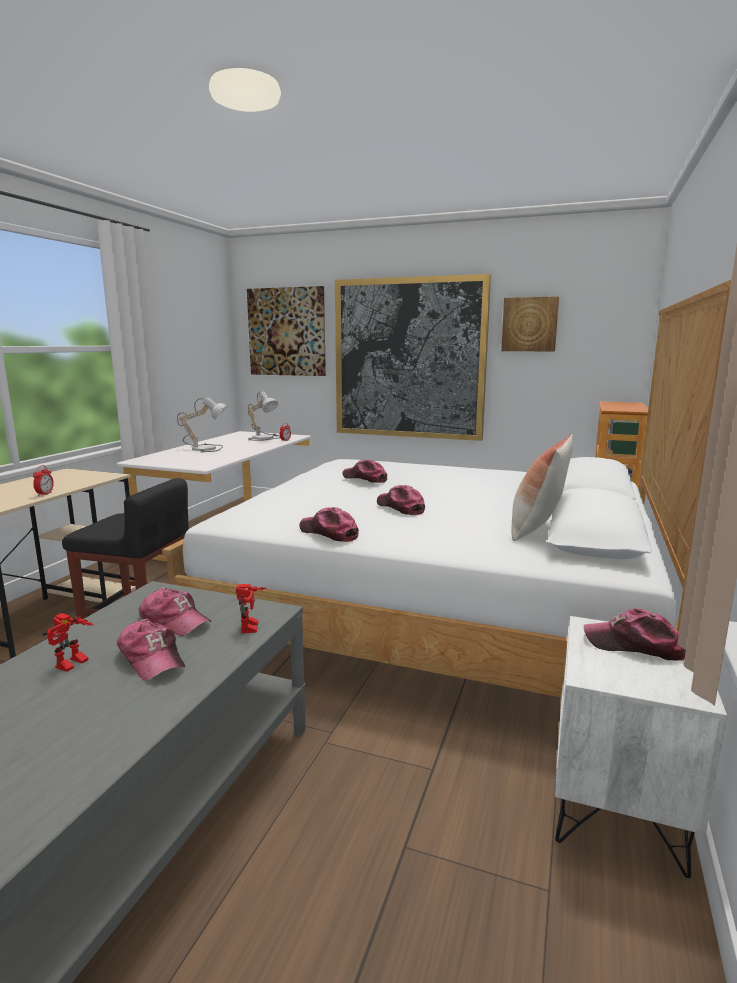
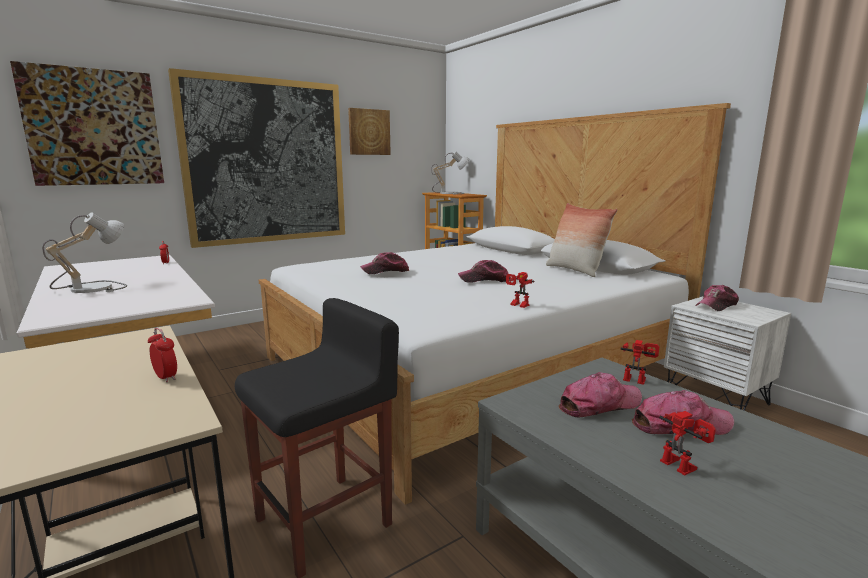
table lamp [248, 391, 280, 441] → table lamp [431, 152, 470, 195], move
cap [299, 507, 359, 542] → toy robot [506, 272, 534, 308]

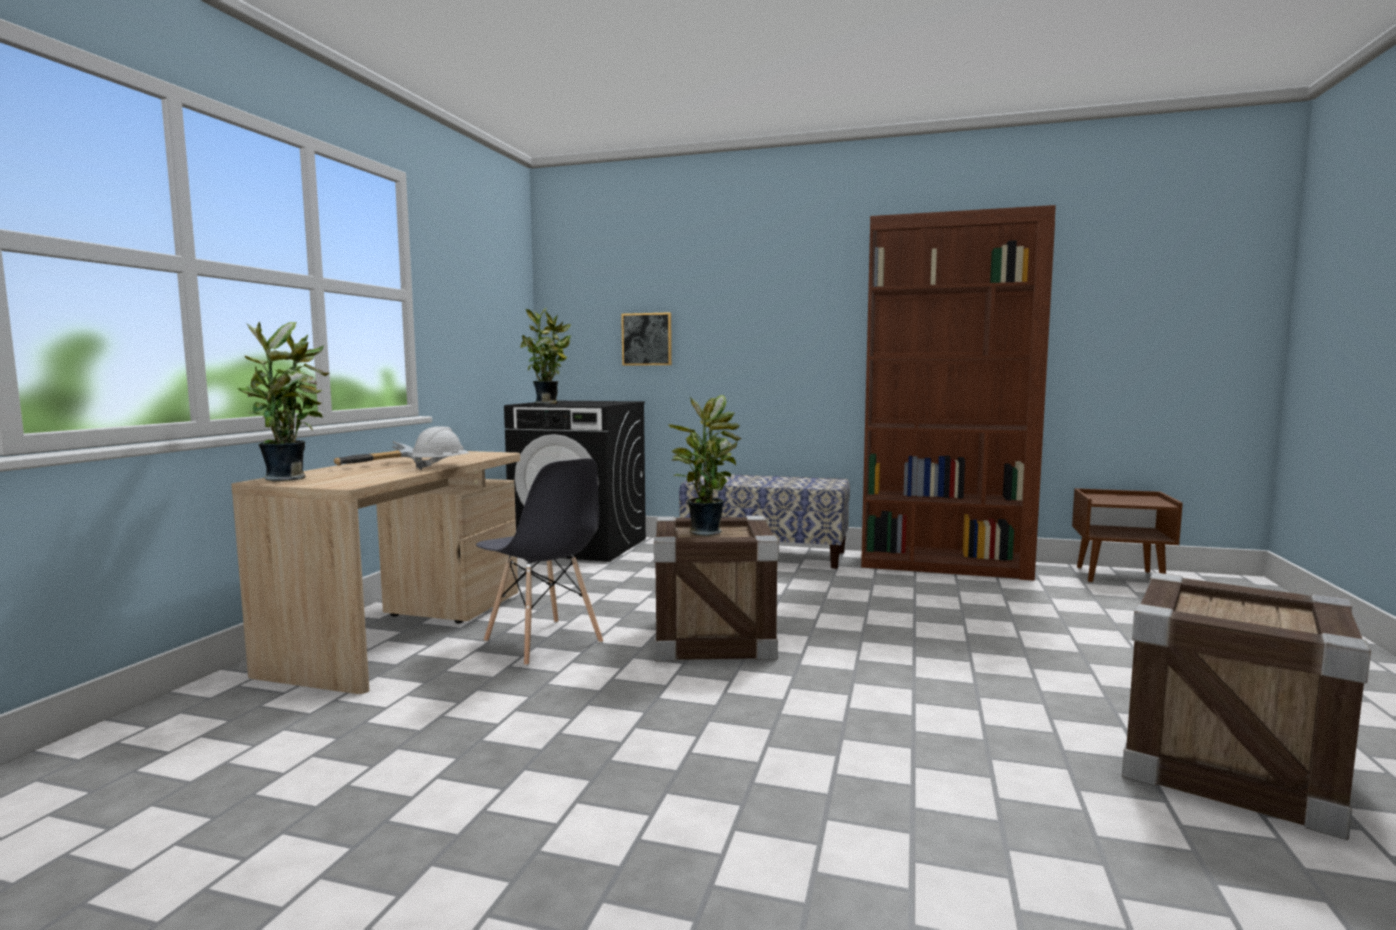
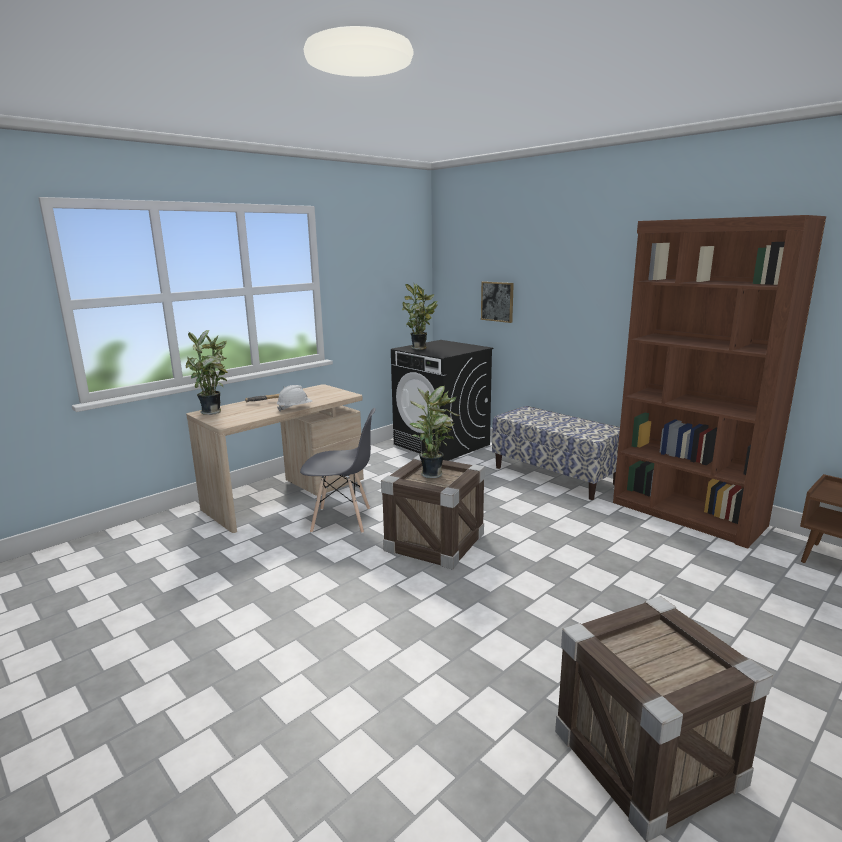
chair in grey [476, 458, 603, 666] → chair in grey [300, 408, 375, 533], 75 degrees counterclockwise

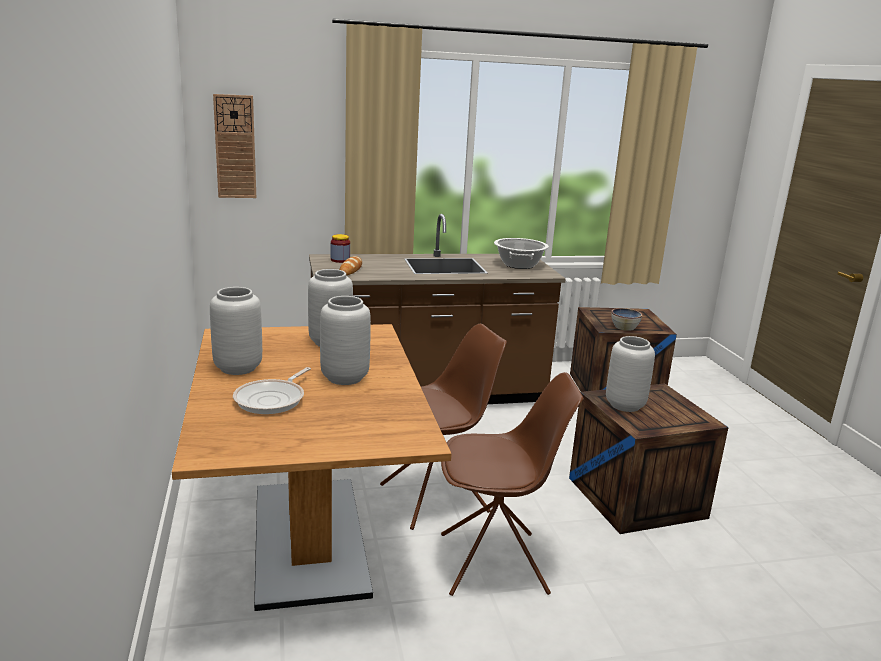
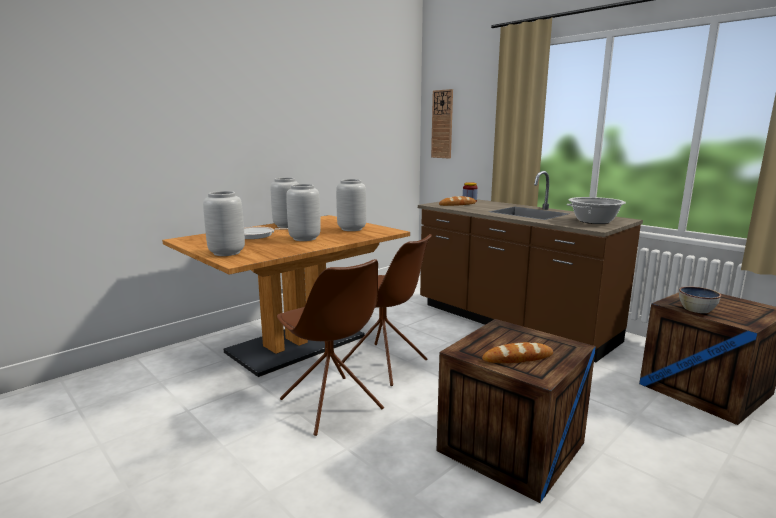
vase in grey [606, 336, 655, 412] → vase in grey [203, 191, 245, 256], move
- → bread [482, 342, 553, 363]

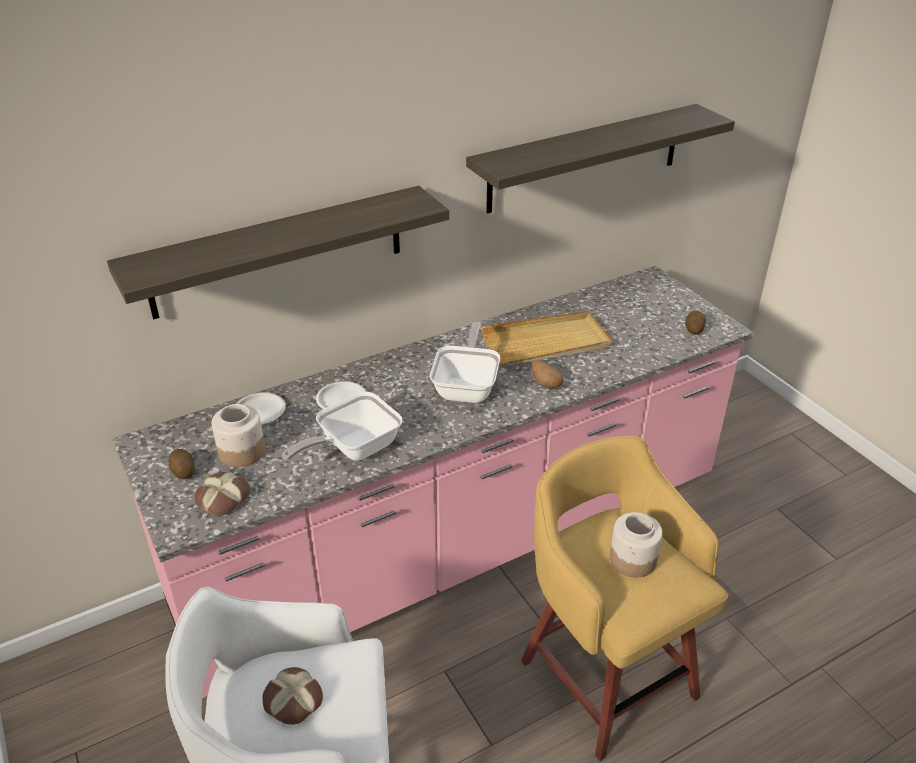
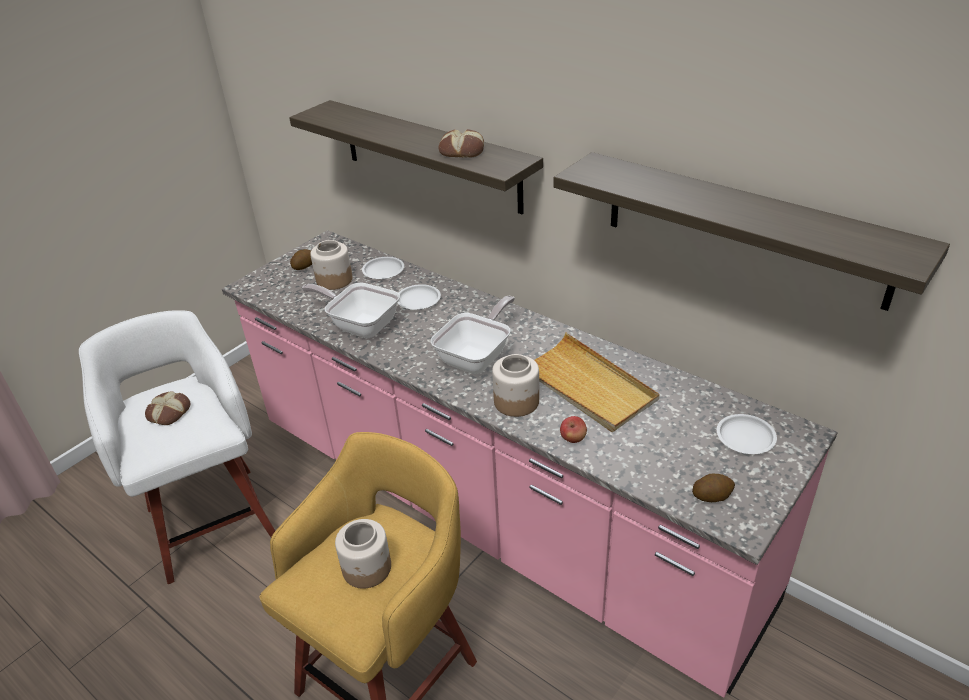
frying pan [430, 322, 500, 403] → frying pan [431, 296, 515, 374], 45 degrees counterclockwise
potato [531, 360, 564, 388] → jar [492, 354, 539, 417]
bread [195, 472, 250, 516] → bread [438, 129, 484, 158], move
- → plate in white [717, 414, 777, 454]
- → apple [560, 416, 587, 443]

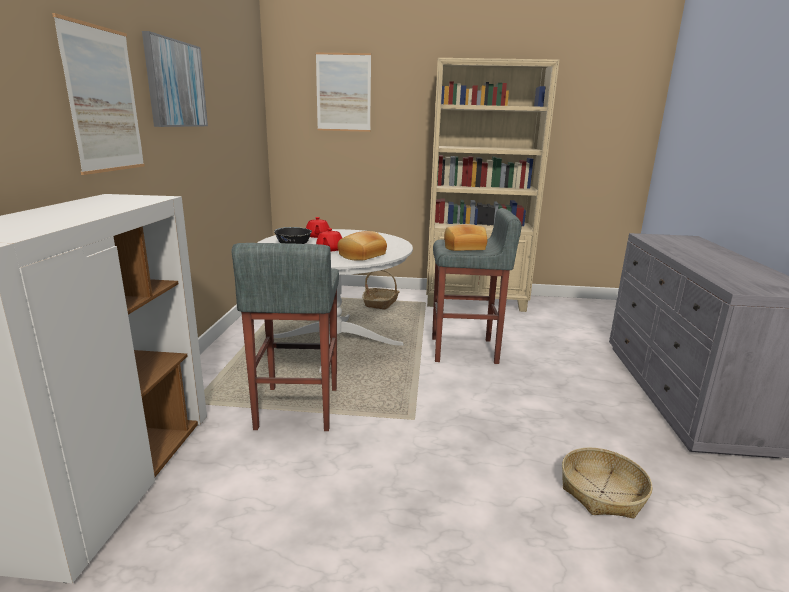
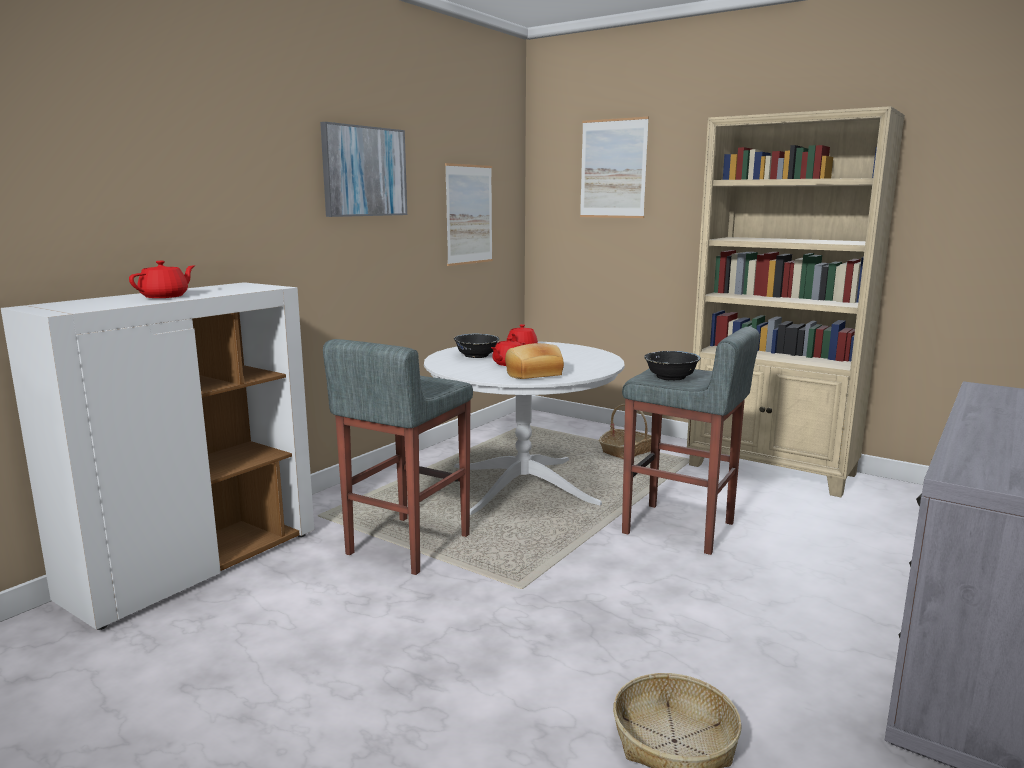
picture [52, 13, 145, 175] → picture [445, 163, 493, 266], move
bread [444, 224, 487, 251] → bowl in black [644, 351, 701, 380]
- → teapot in red [129, 261, 195, 298]

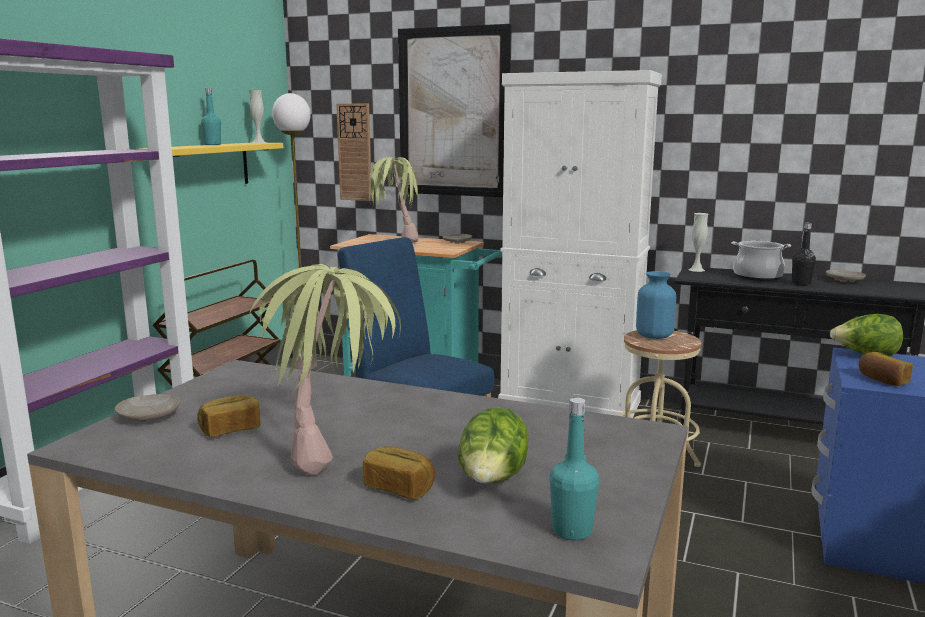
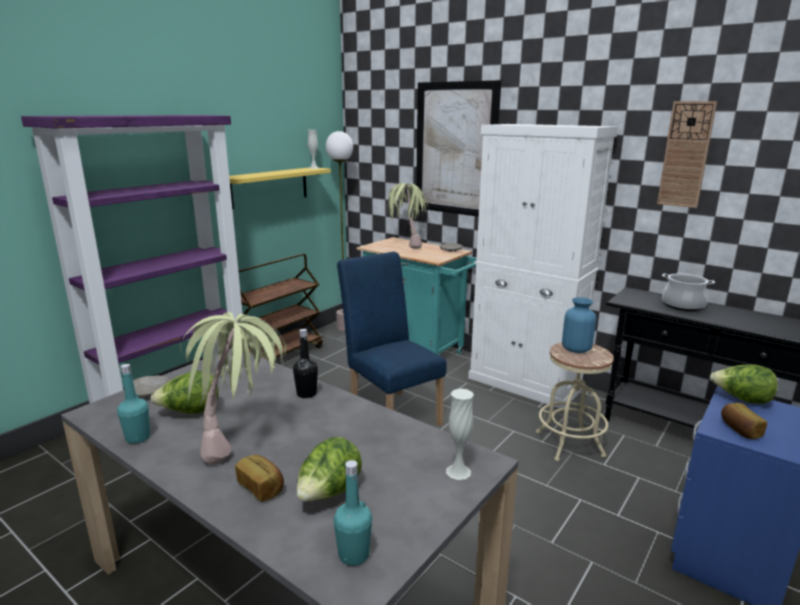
bottle in turquoise [201, 88, 221, 145] → bottle in turquoise [117, 364, 150, 444], move
wall clock [336, 104, 372, 201] → wall clock [657, 101, 717, 208], move
vase in white [689, 213, 708, 272] → vase in white [446, 389, 474, 480], move
bottle in black [792, 223, 816, 286] → bottle in black [293, 329, 318, 398], move
plate in beige [826, 270, 866, 282] → -
bread [198, 395, 260, 437] → lettuce [151, 371, 219, 414]

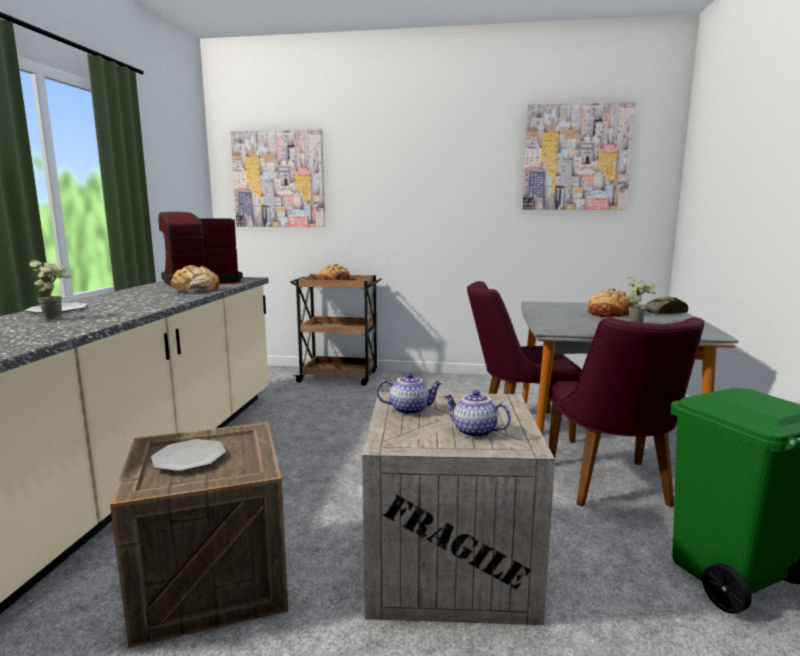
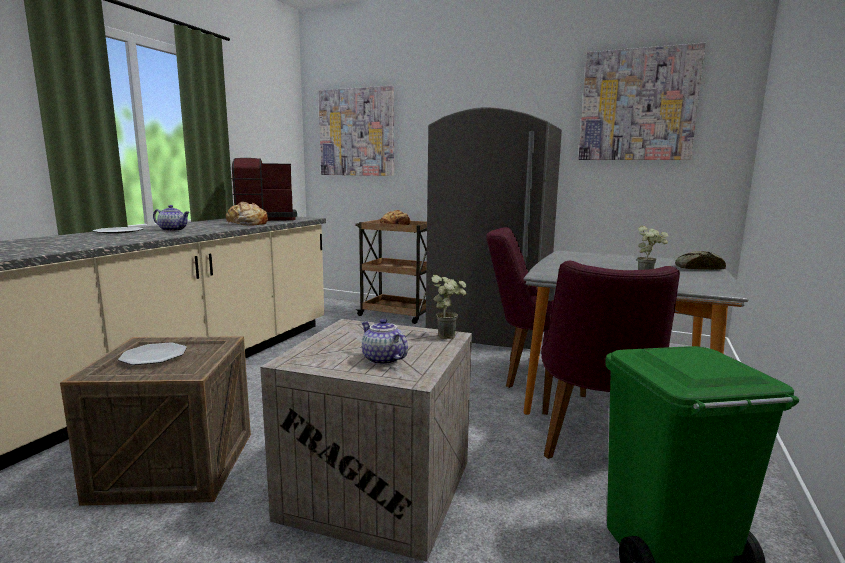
potted plant [30, 260, 70, 320] → potted plant [432, 275, 467, 339], move
bread [588, 288, 635, 318] → -
teapot [377, 373, 443, 415] → teapot [153, 205, 190, 232], move
- → fridge in grey [426, 107, 562, 349]

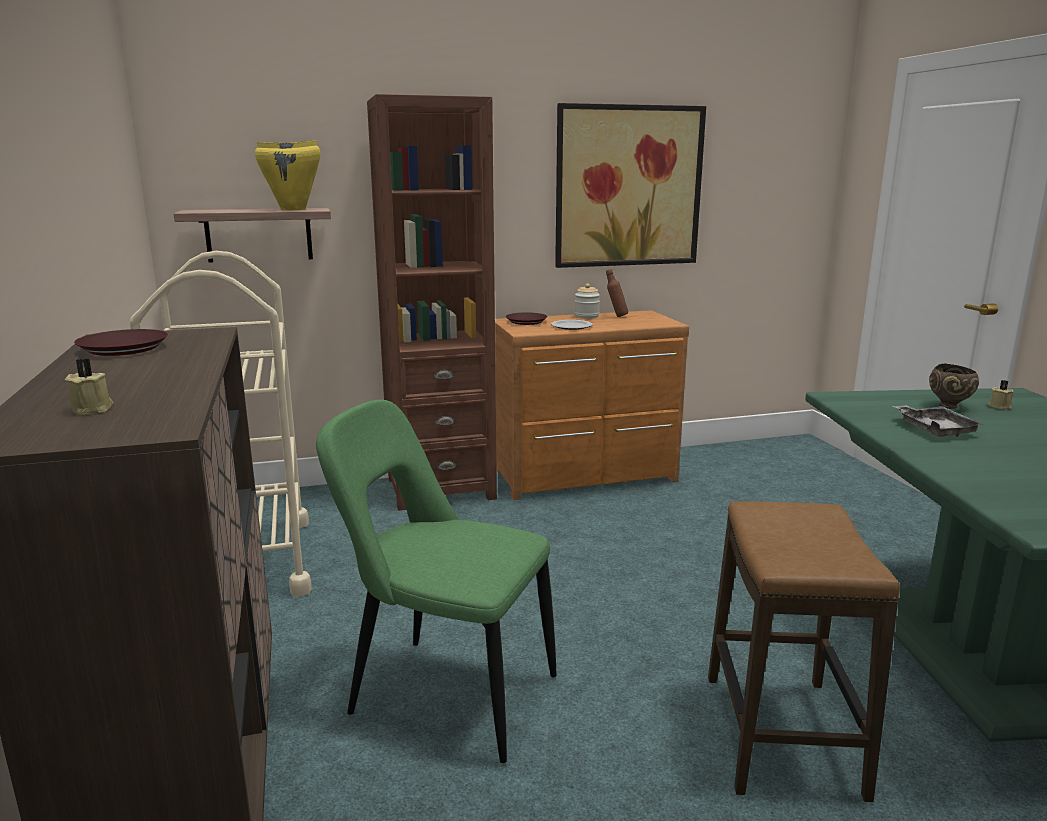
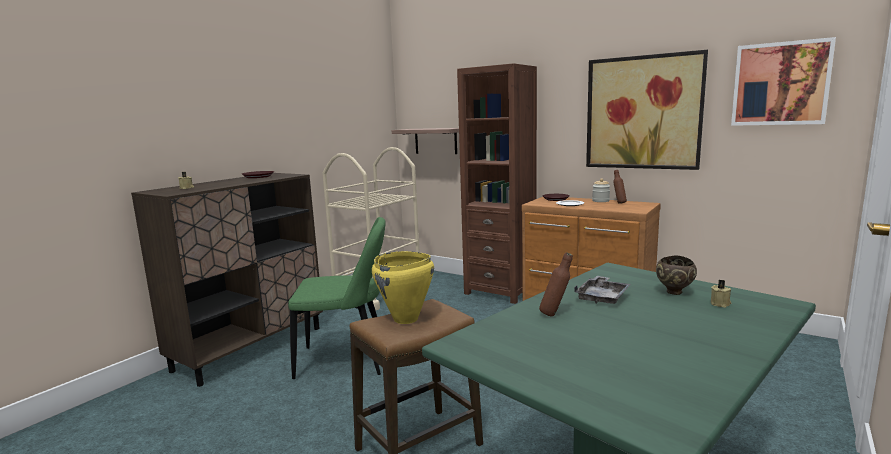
cooking pot in yellow [255, 140, 321, 210] → cooking pot in yellow [372, 251, 434, 324], move
chair in green [316, 400, 557, 763] → chair in green [288, 217, 386, 379], 105 degrees clockwise
- → picture [731, 37, 836, 126]
- → bottle in brown [539, 252, 573, 316]

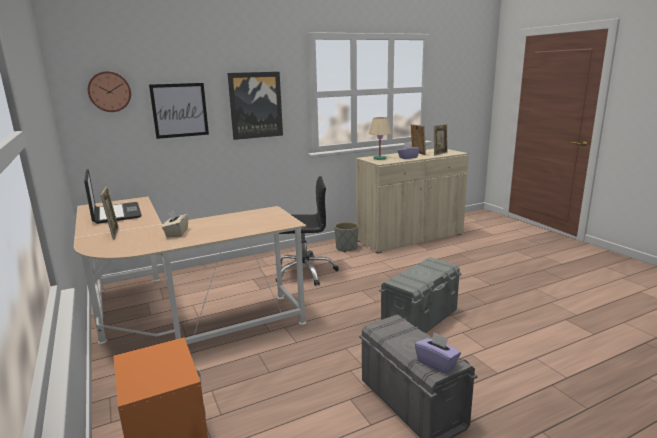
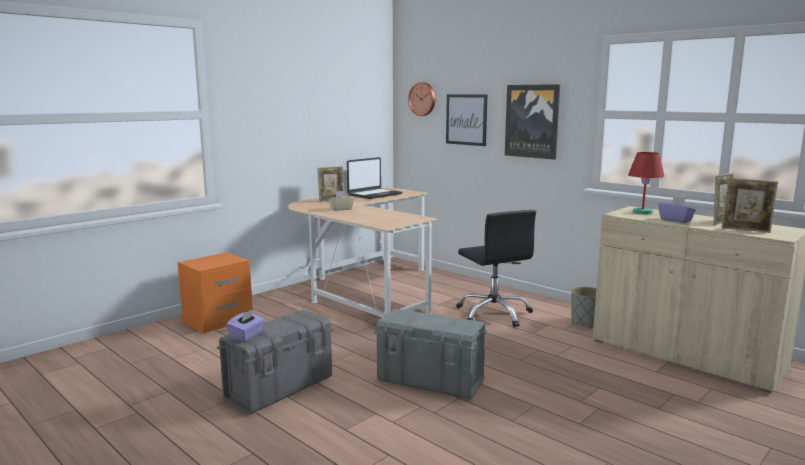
table lamp in beige [369, 117, 392, 160] → table lamp in red [628, 152, 665, 214]

